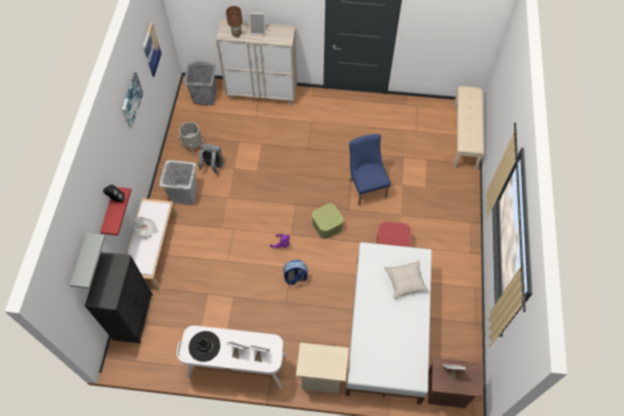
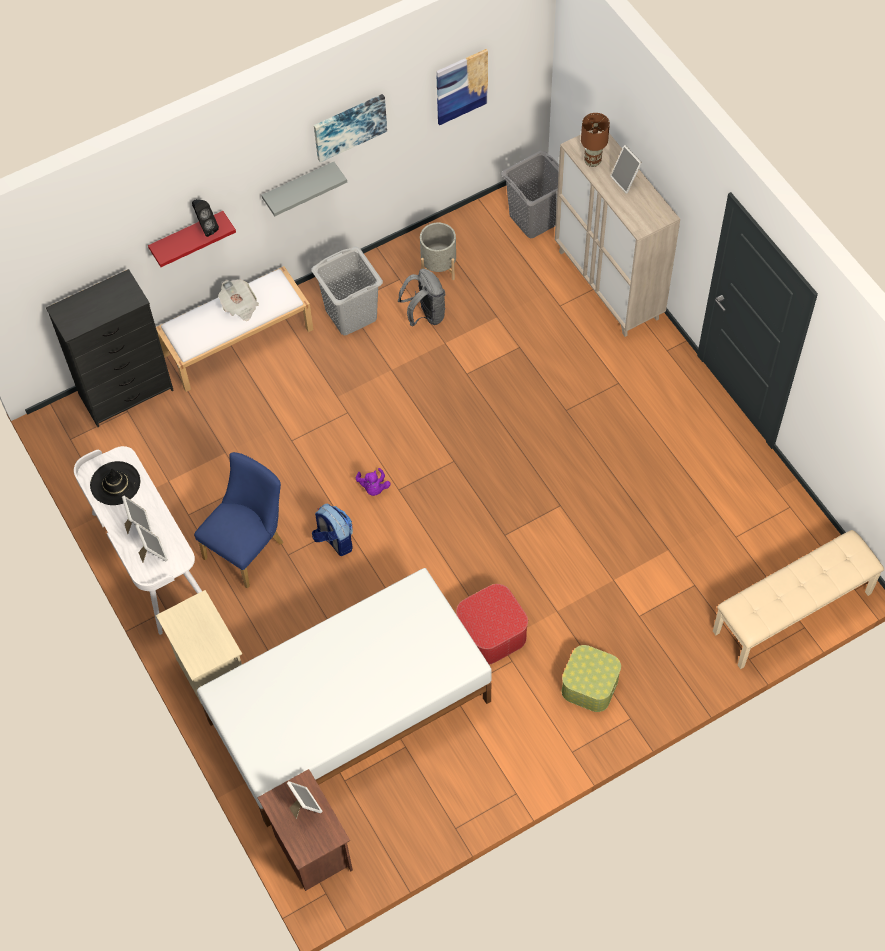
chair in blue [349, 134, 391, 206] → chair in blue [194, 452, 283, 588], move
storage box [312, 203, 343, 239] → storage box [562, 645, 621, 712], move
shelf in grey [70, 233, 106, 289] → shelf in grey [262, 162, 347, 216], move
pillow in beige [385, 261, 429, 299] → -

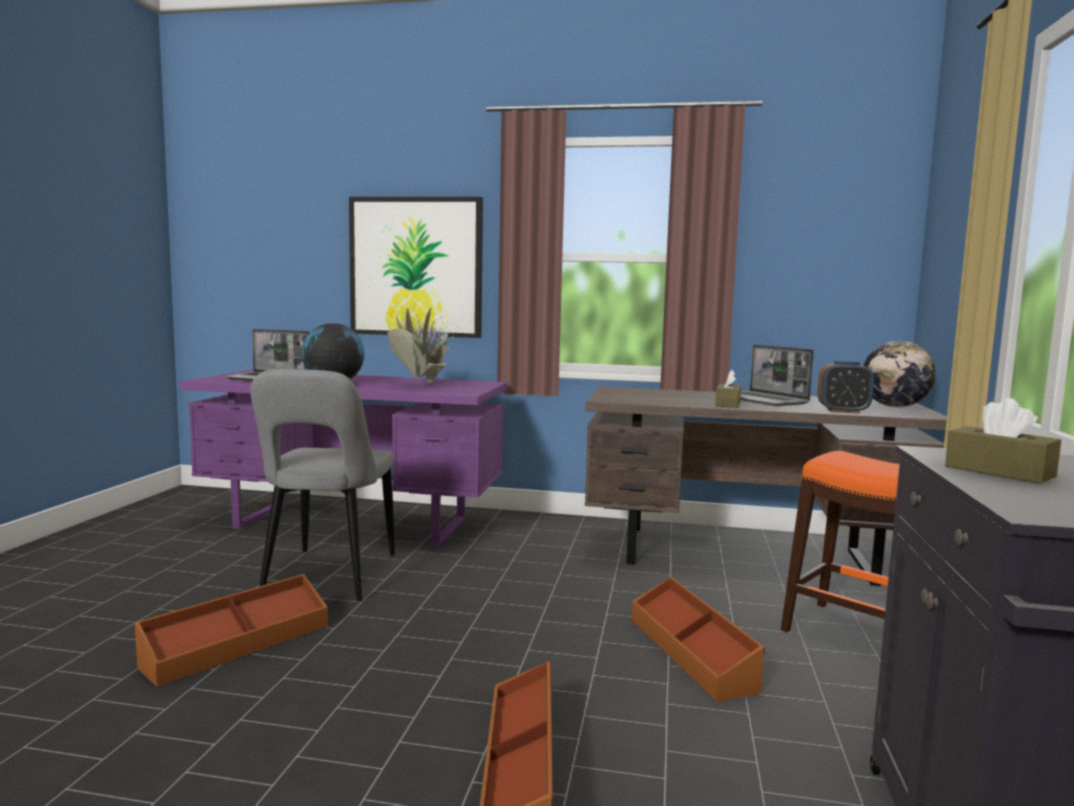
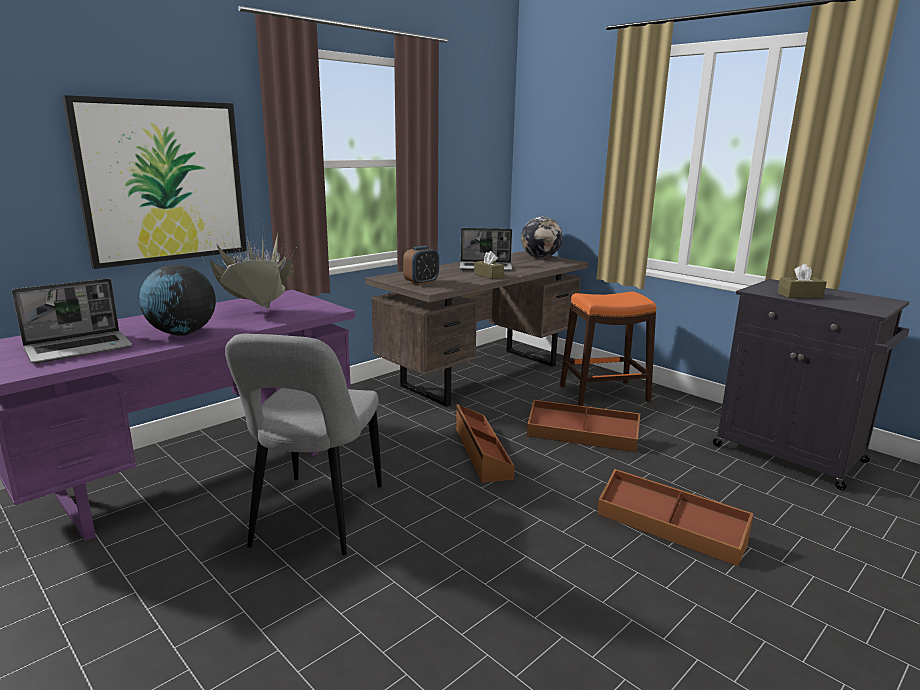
alarm clock [817, 361, 874, 413] → alarm clock [403, 246, 439, 285], move
chair in grey [251, 369, 395, 601] → chair in grey [225, 334, 382, 556], 60 degrees clockwise
storage box in brown [135, 574, 328, 687] → storage box in brown [456, 404, 514, 483], move

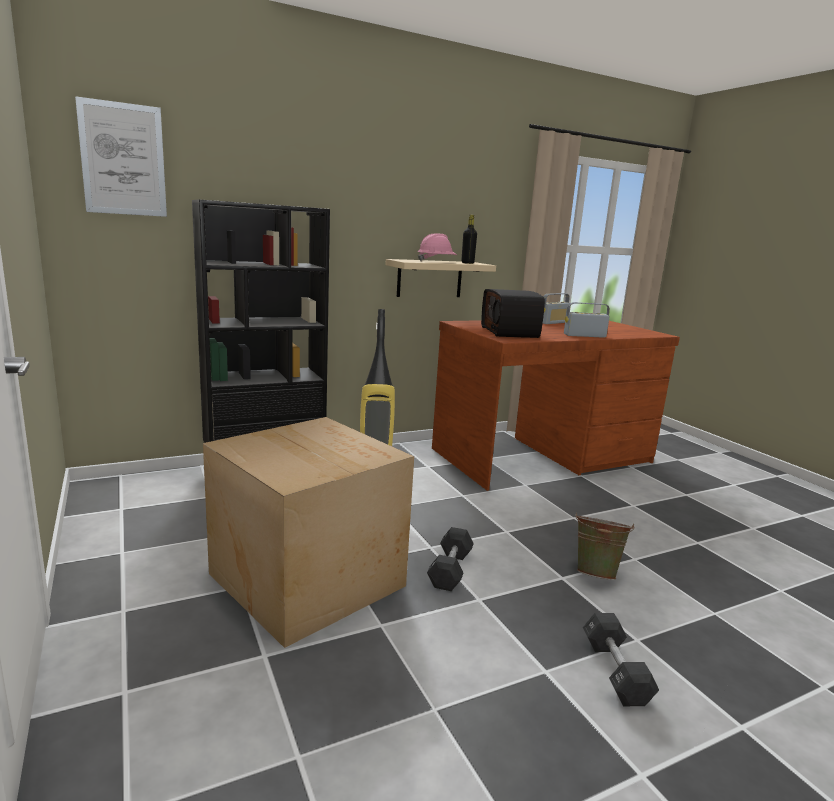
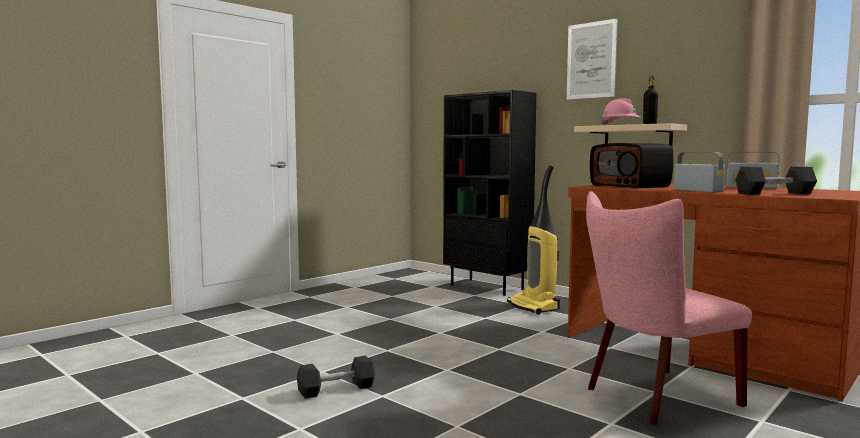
picture [75, 96, 167, 217] → picture [567, 18, 618, 100], move
radio [481, 289, 545, 338] → radio [590, 143, 673, 188], 90 degrees counterclockwise
cardboard box [203, 417, 414, 648] → -
bucket in green [575, 512, 634, 580] → -
dumbbell in black [427, 527, 474, 591] → dumbbell in black [735, 167, 817, 195], move
- → chair in pink [586, 191, 752, 425]

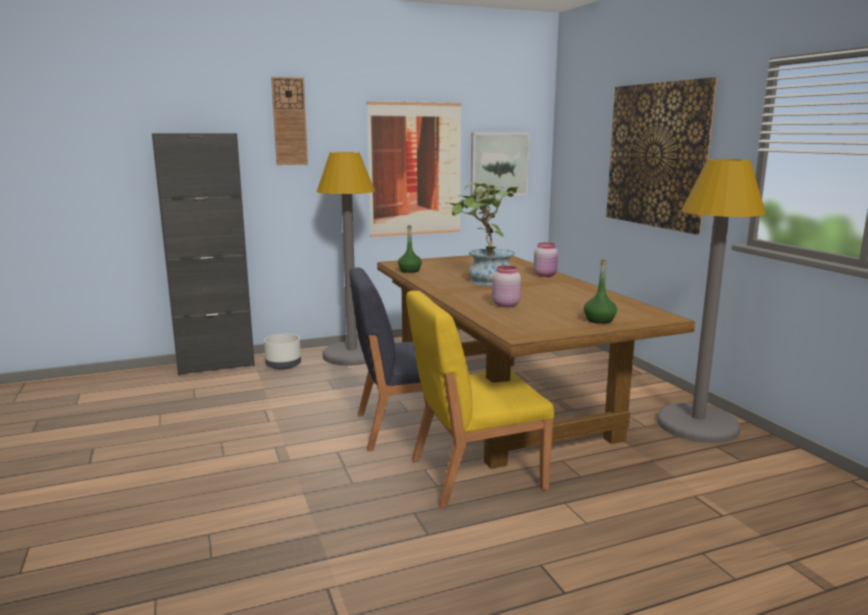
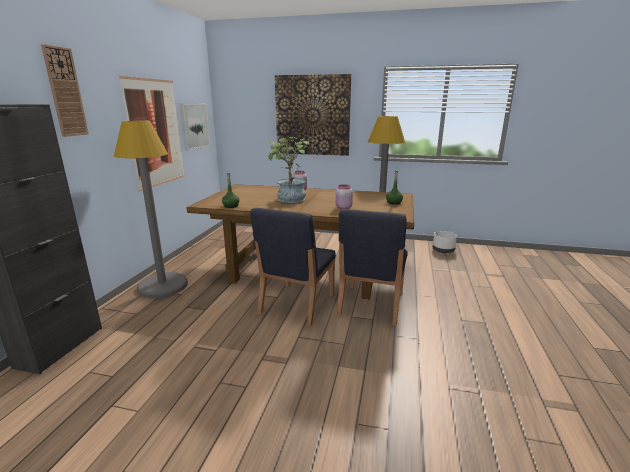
chair in yellow [406, 291, 554, 509] → chair in blue [337, 209, 408, 326]
planter in white [264, 334, 301, 369] → planter in white [433, 231, 457, 253], move

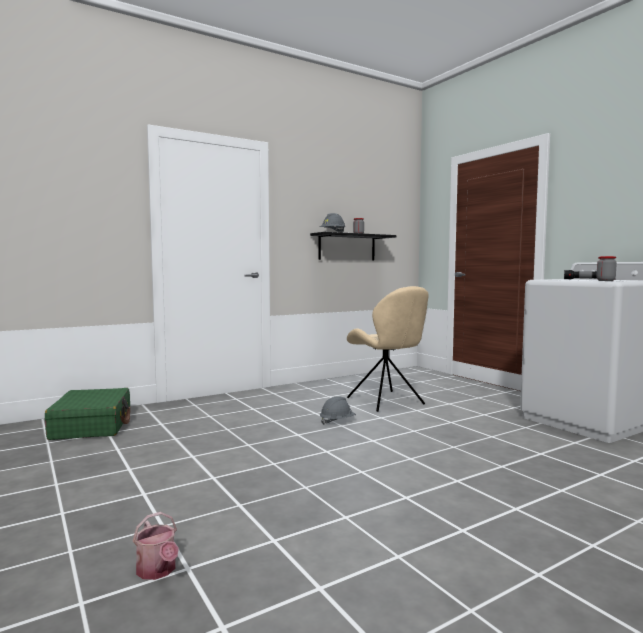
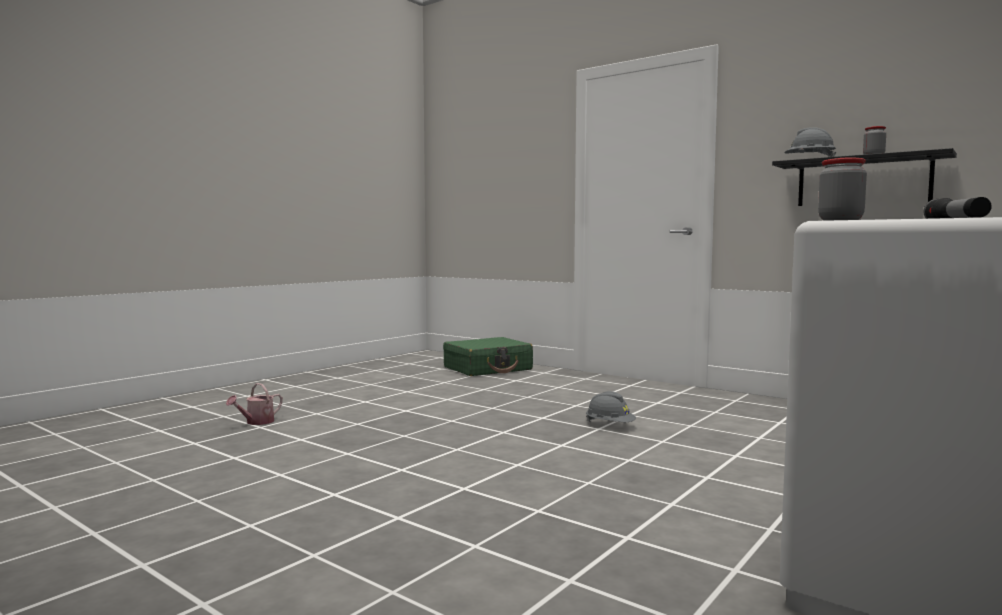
chair in beige [347, 286, 429, 412] → -

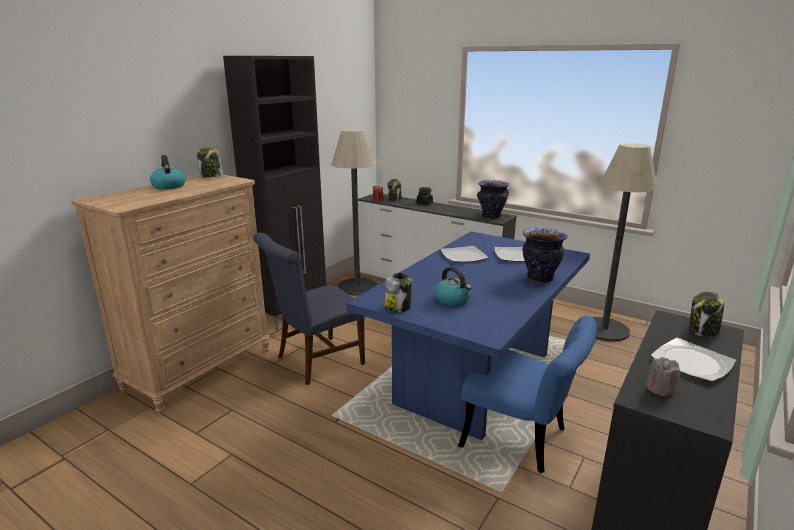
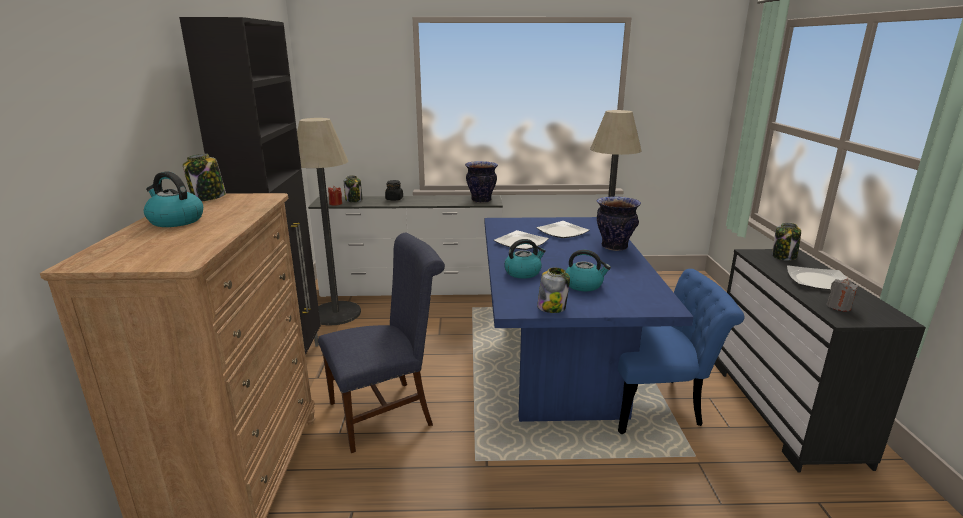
chair in blue [253, 233, 365, 385] → chair in blue [318, 233, 445, 453], 135 degrees counterclockwise
- → kettle [504, 239, 546, 279]

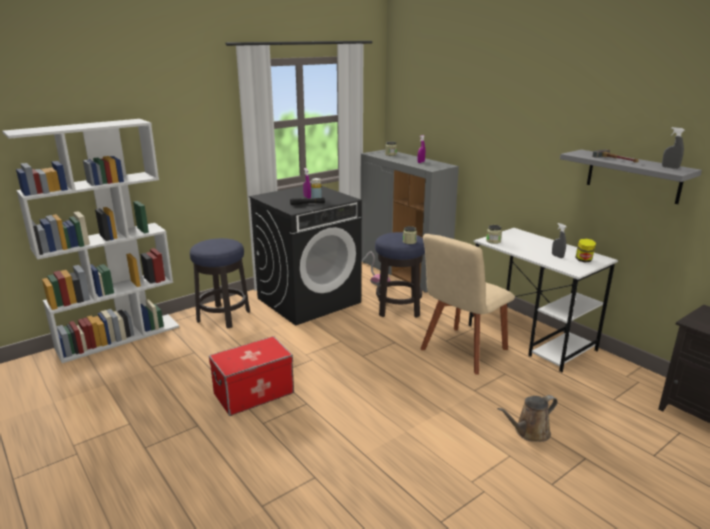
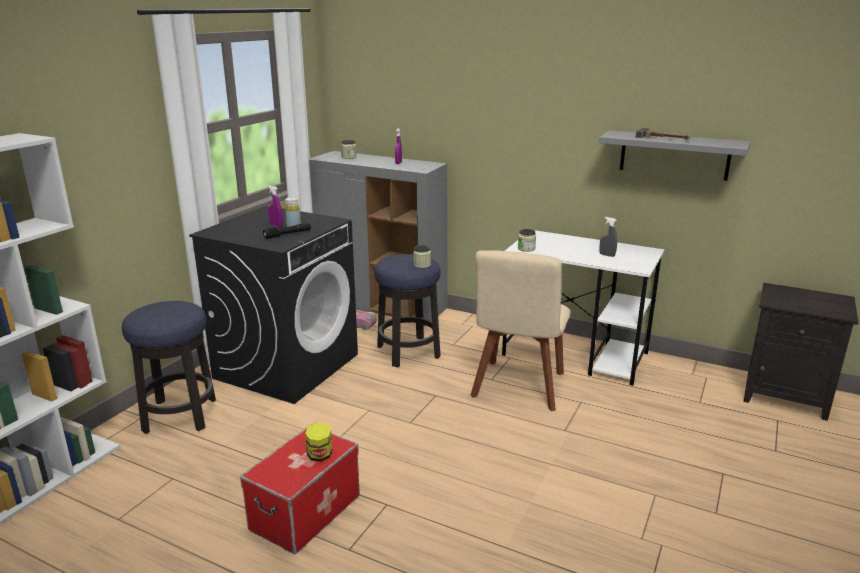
spray bottle in grey [662, 127, 685, 169] → -
jar [575, 238, 596, 263] → jar [305, 423, 332, 462], move
watering can in brown [498, 395, 557, 442] → -

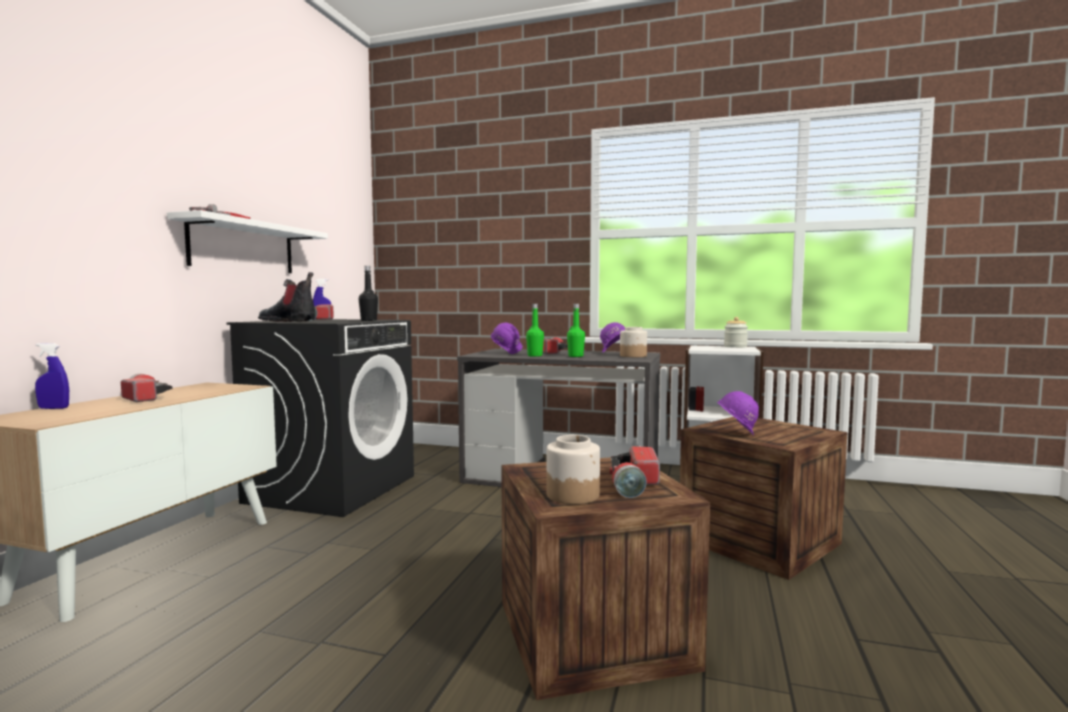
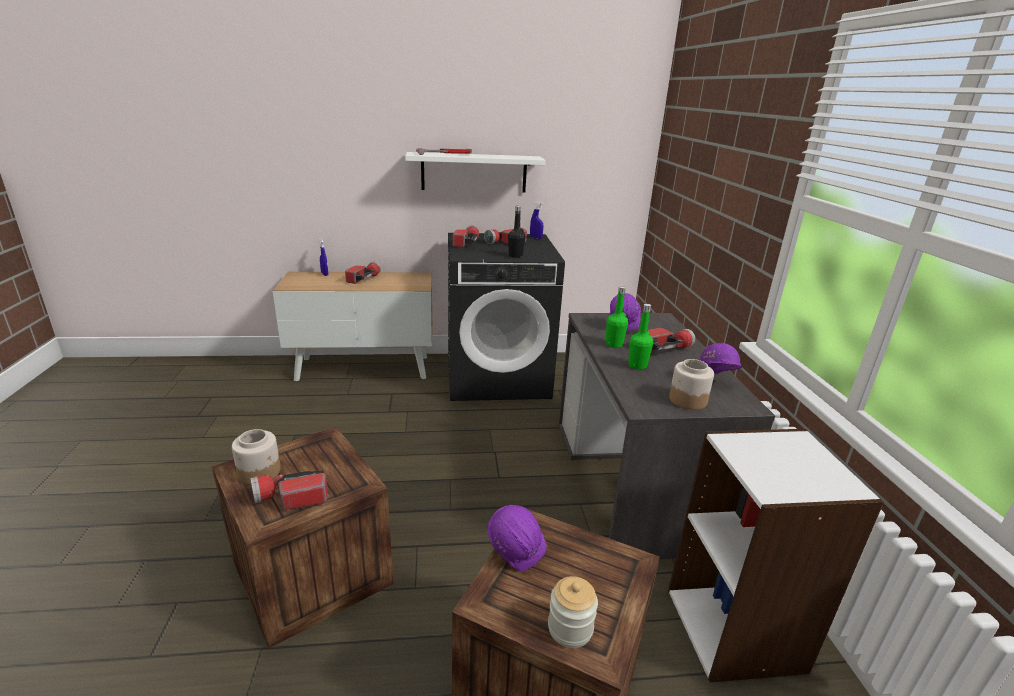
boot [258, 272, 315, 322] → flashlight [453, 226, 479, 248]
jar [724, 317, 748, 348] → jar [548, 576, 598, 648], move

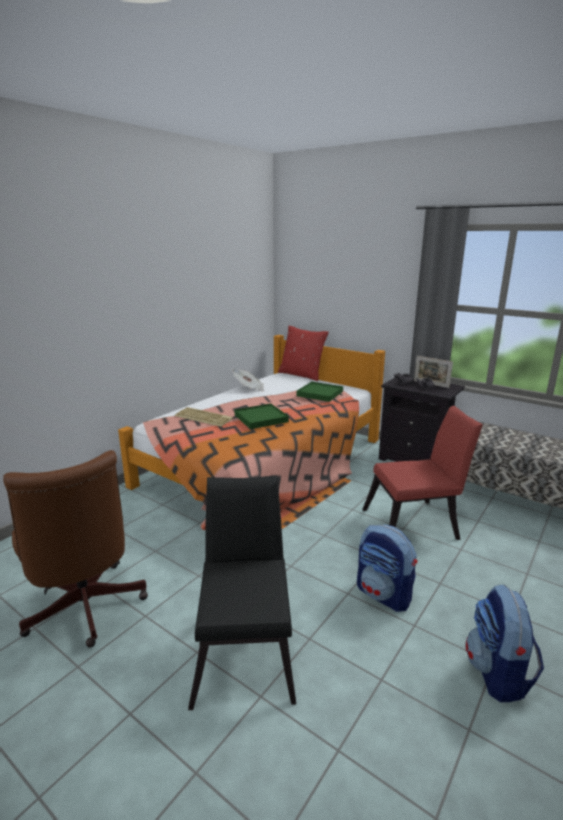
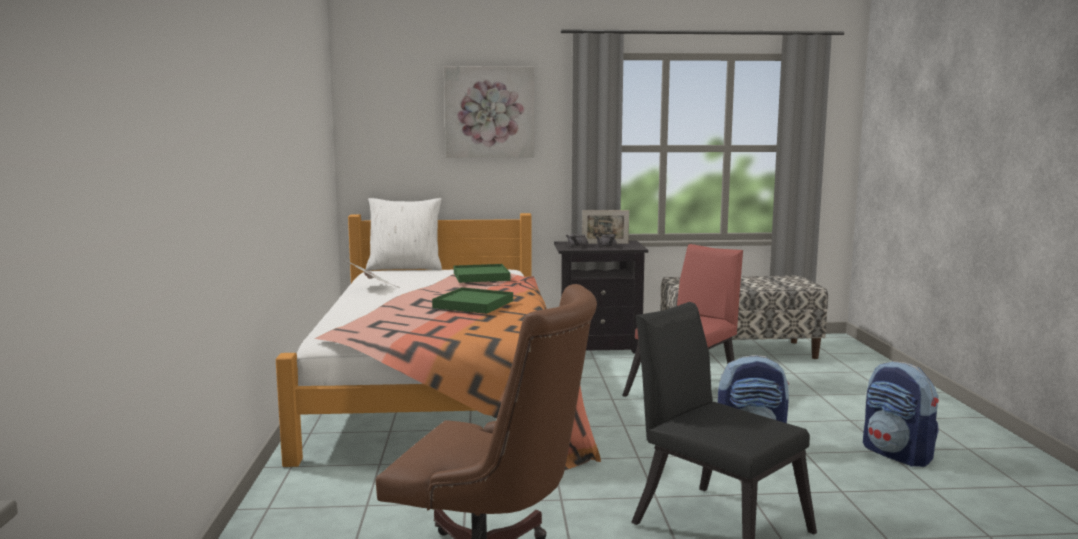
pillow in red [278, 326, 329, 381] → pillow in white [366, 198, 442, 271]
keyboard [175, 407, 233, 427] → -
- → picture [444, 66, 534, 157]

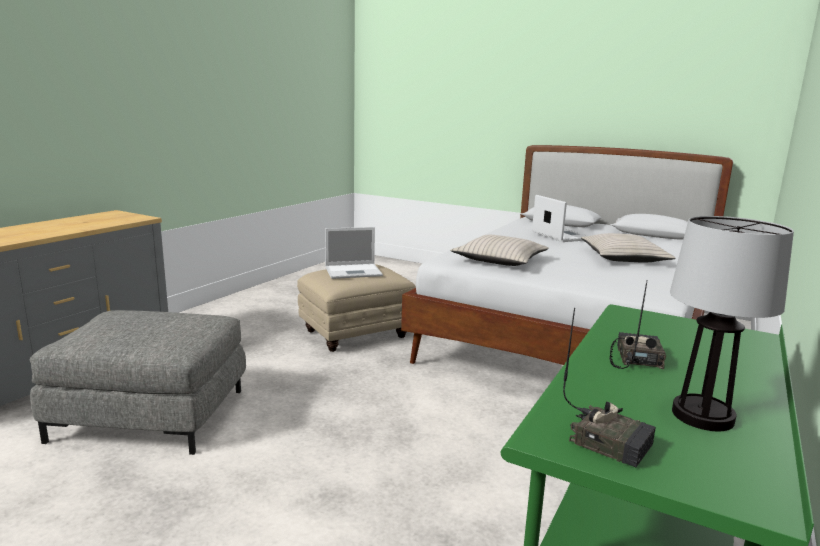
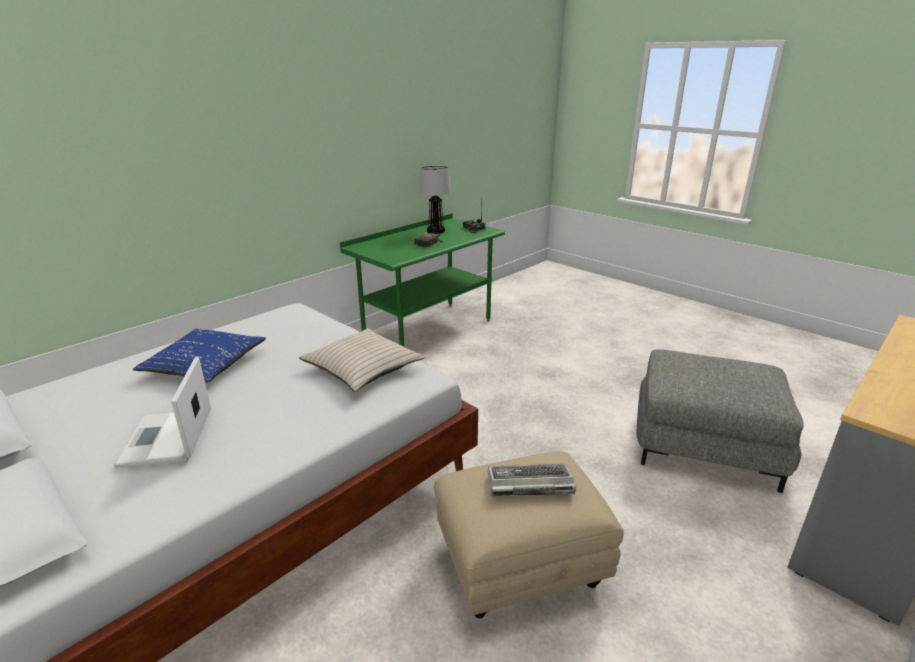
laptop [325, 227, 383, 279] → keyboard [488, 464, 576, 497]
pillow in beige [581, 233, 676, 263] → pillow in blue [133, 329, 266, 382]

